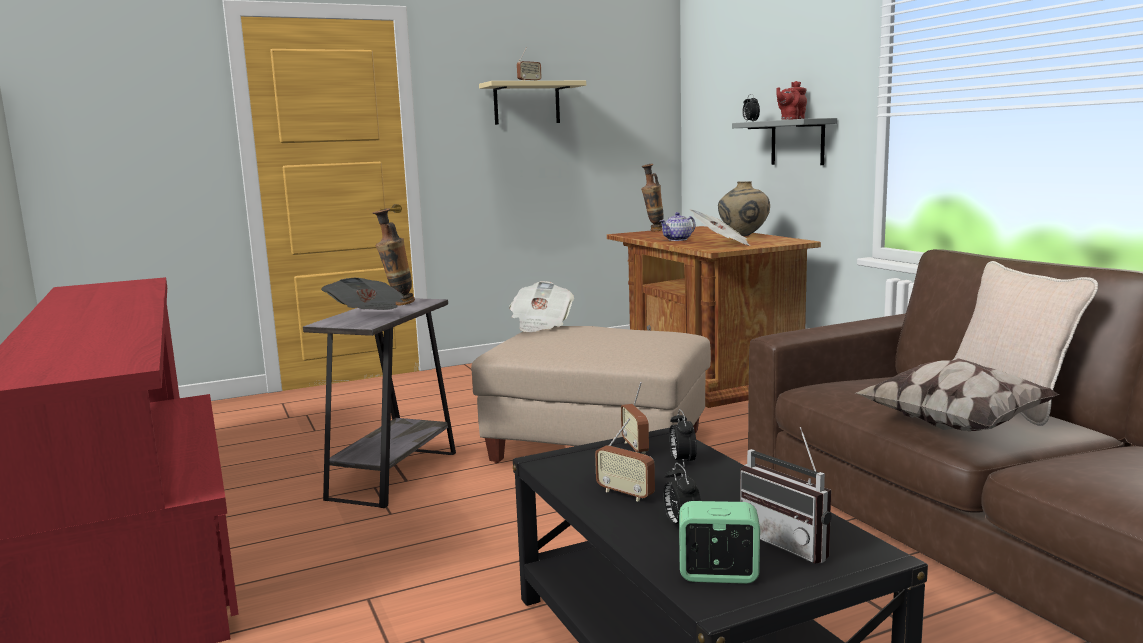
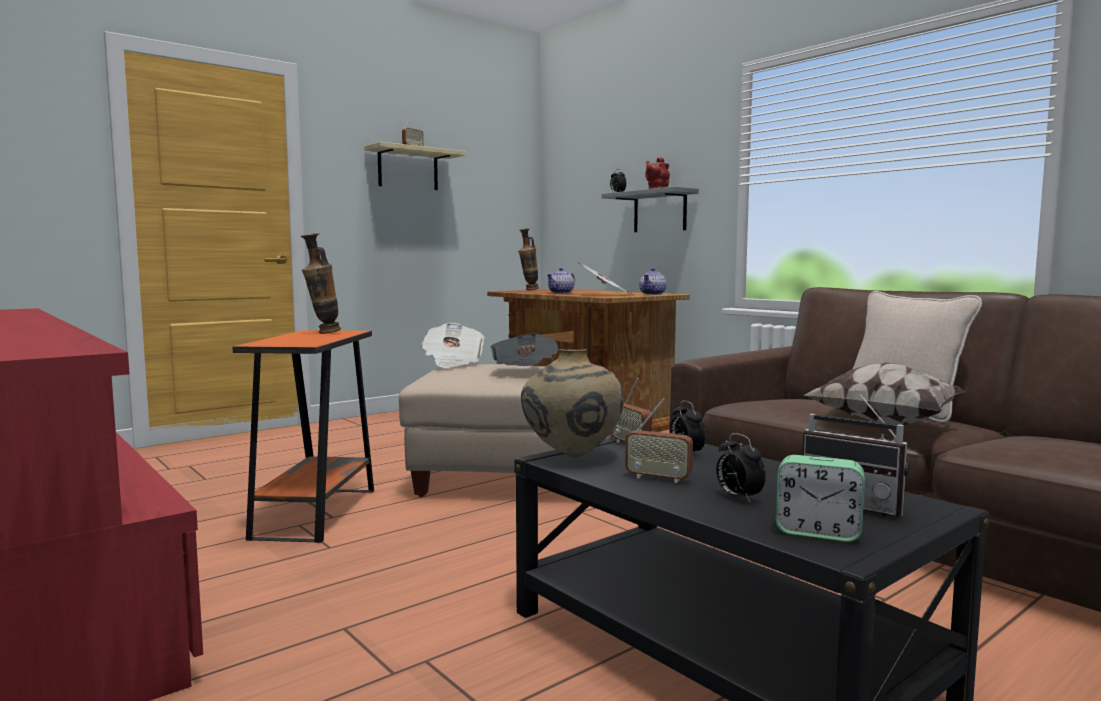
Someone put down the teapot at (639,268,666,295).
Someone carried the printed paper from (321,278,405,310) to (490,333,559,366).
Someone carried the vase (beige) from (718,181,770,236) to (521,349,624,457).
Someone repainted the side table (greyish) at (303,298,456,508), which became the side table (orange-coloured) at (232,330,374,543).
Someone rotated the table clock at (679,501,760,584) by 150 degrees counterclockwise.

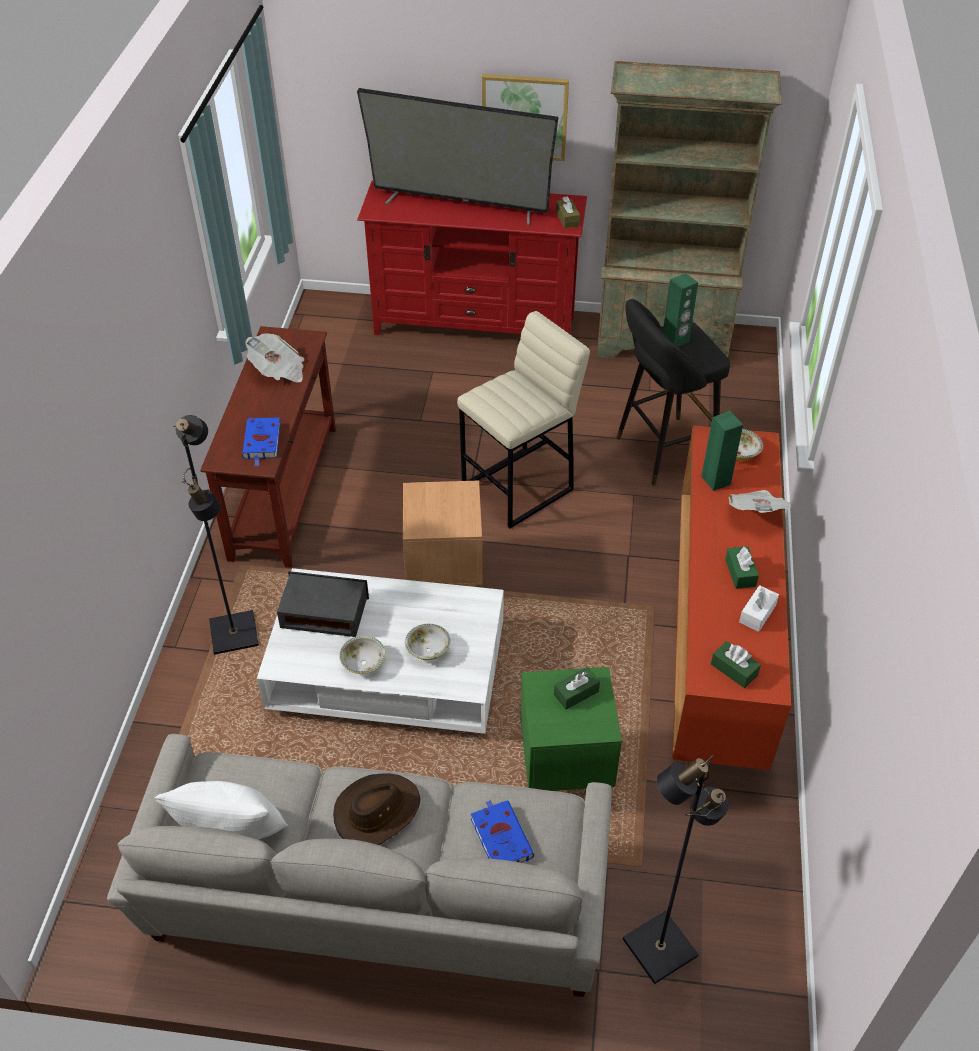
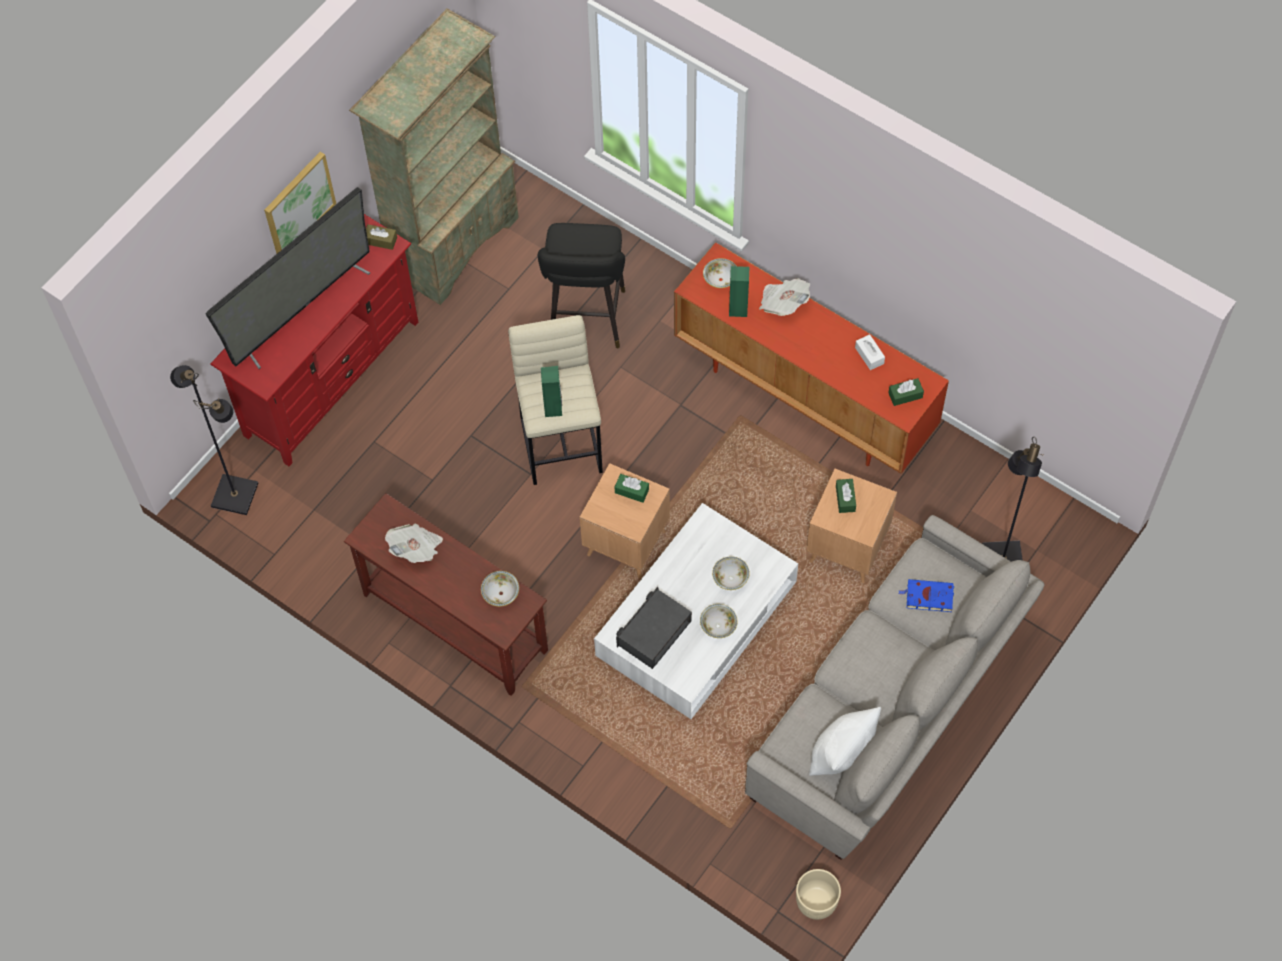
Someone took away the clothing hat (brown) at (333,773,420,845).
Someone put down the flower pot (beige) at (796,869,841,920).
Someone carried the standing lamp (black) from (173,415,259,655) to (170,365,258,515).
Someone carried the audio speaker (green) from (663,273,698,346) to (541,366,562,417).
Someone carried the box of tissues (green) from (725,546,759,589) to (615,474,649,503).
Someone swapped the bound book (blue) at (242,417,281,466) for the serving bowl at (481,571,519,606).
Someone repainted the side table (green) at (520,667,622,791), which became the side table (brown) at (807,469,897,583).

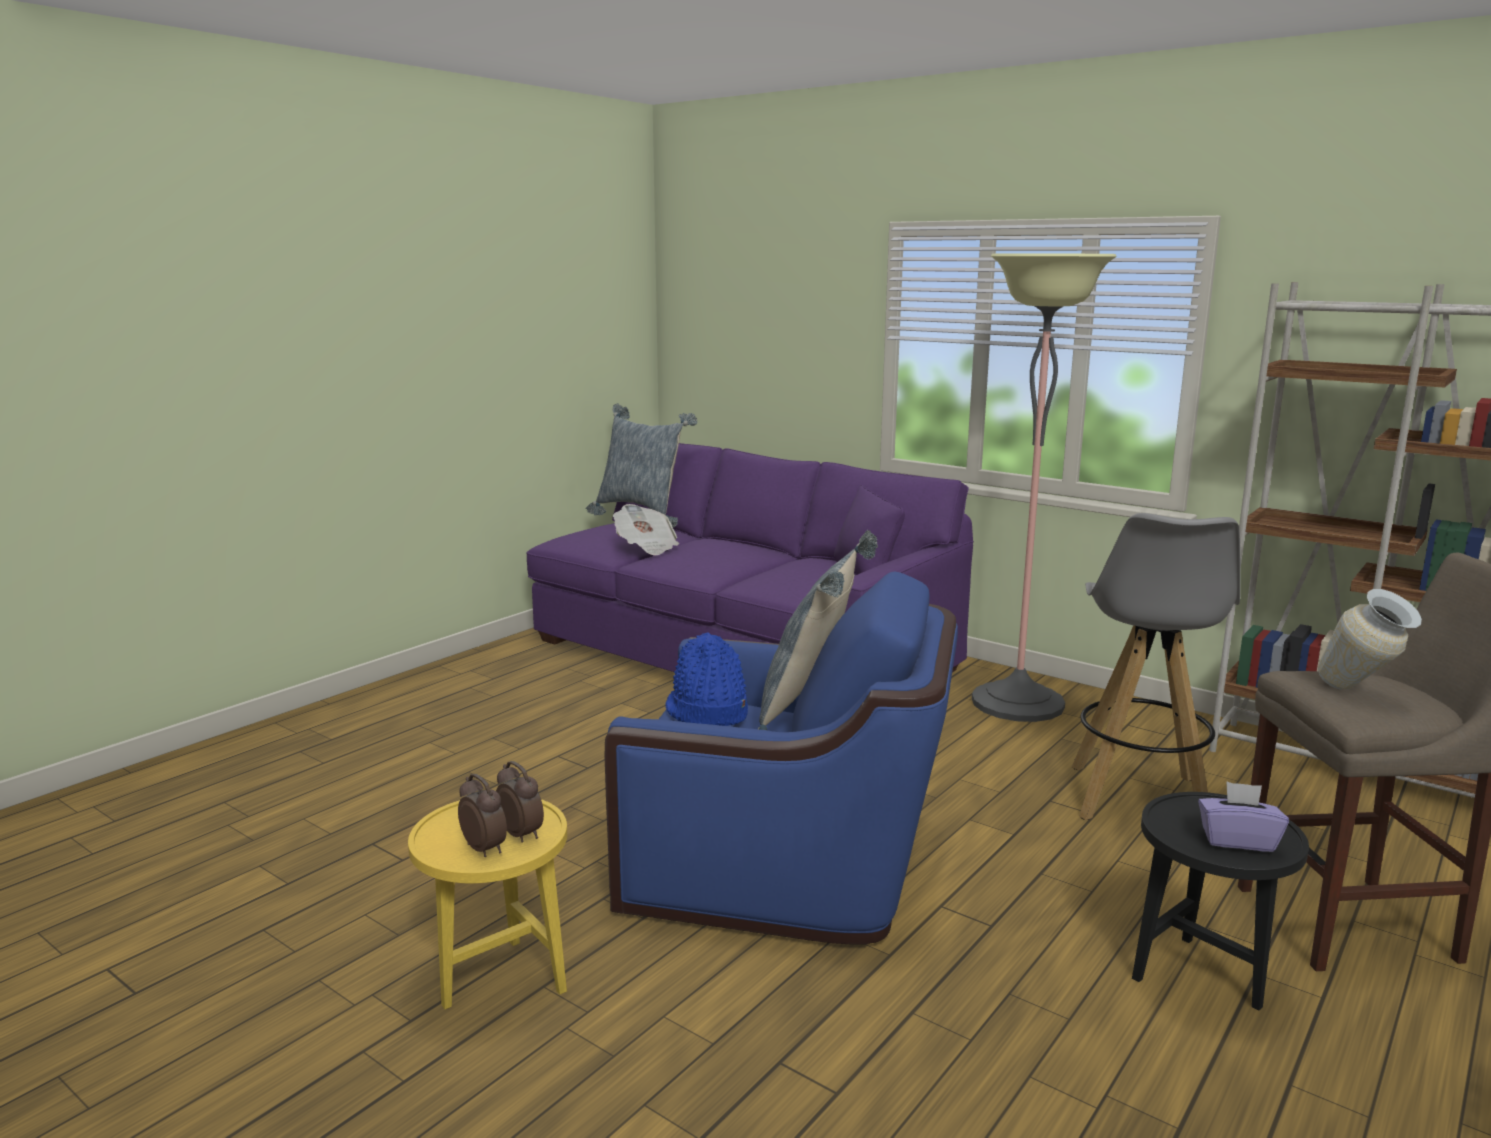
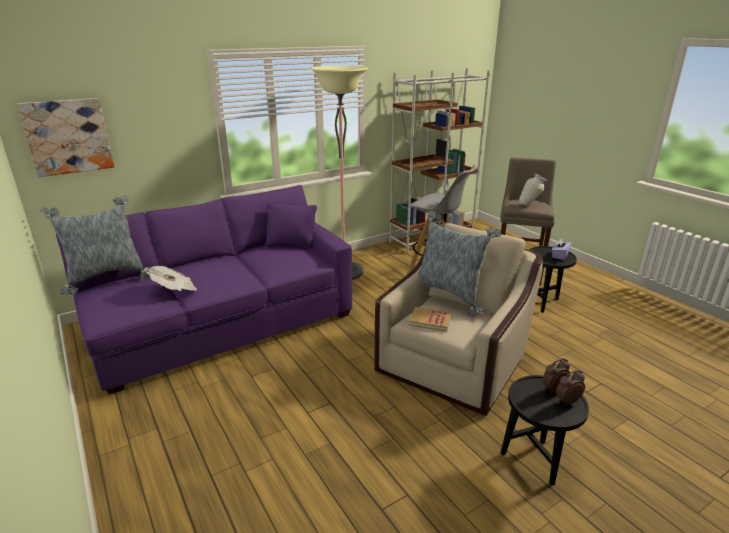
Someone put up the wall picture at (17,98,114,177).
Someone swapped the clothing hat (blue) at (665,633,748,726) for the bound book at (409,307,452,332).
Someone repainted the side table (yellowish) at (408,799,567,1009), which became the side table (black) at (501,375,589,486).
Someone repainted the armchair (blue) at (605,572,958,945), which became the armchair (beige) at (374,223,543,416).

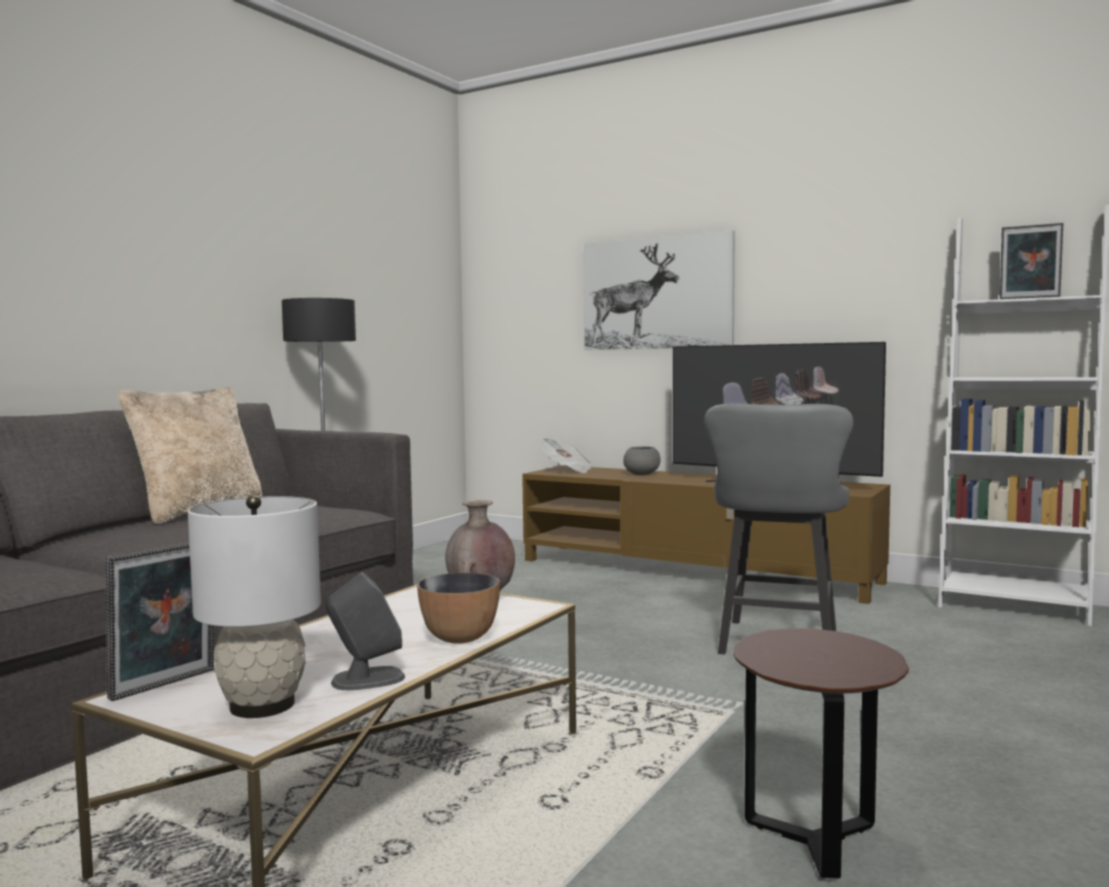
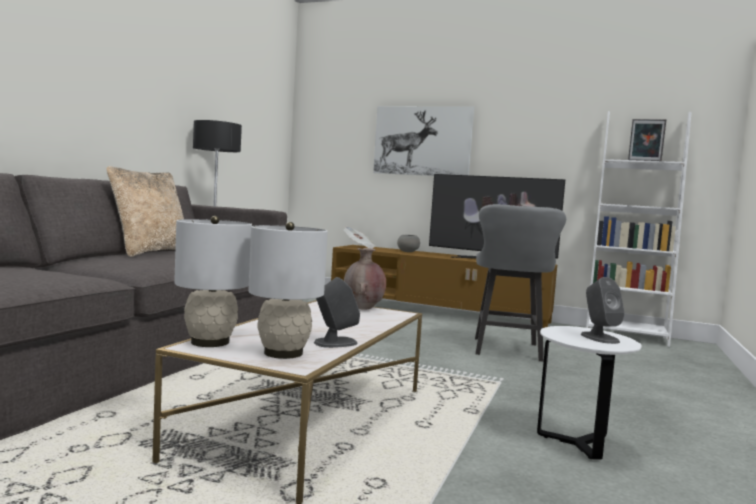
Someone took away the serving bowl at (417,573,500,644).
Someone put down the audio speaker (greyish) at (581,277,625,344).
Someone swapped the photo frame at (105,542,214,701) for the lamp for a table (whitish) at (174,216,252,347).
Someone repainted the side table (brown) at (733,628,909,879), which became the side table (whitish) at (537,326,642,460).

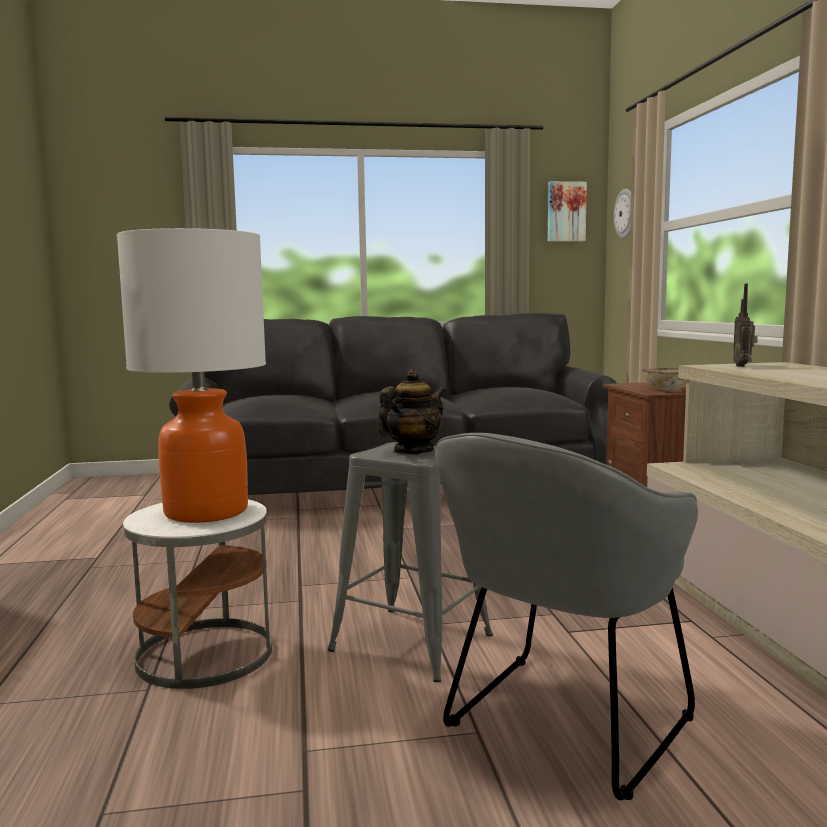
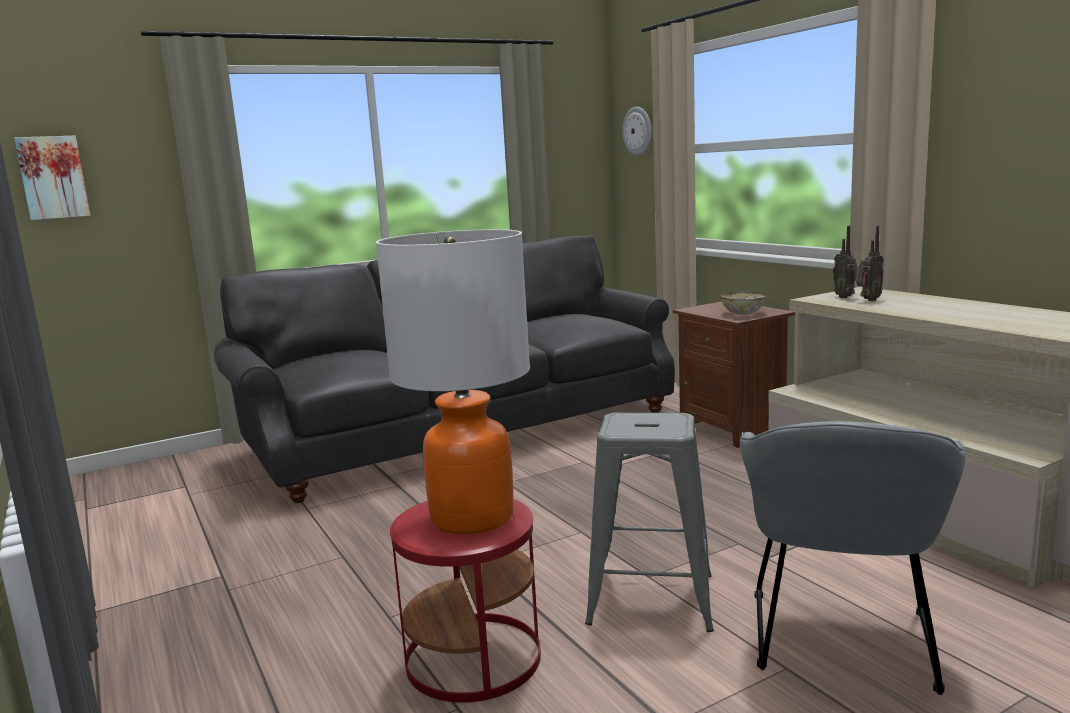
Someone took away the teapot at (377,369,446,454).
Someone put down the radio receiver at (856,226,884,301).
Someone carried the wall picture from (548,181,587,241) to (14,136,90,220).
Someone repainted the side table (whitish) at (123,500,272,689), which became the side table (red-coloured) at (390,499,541,703).

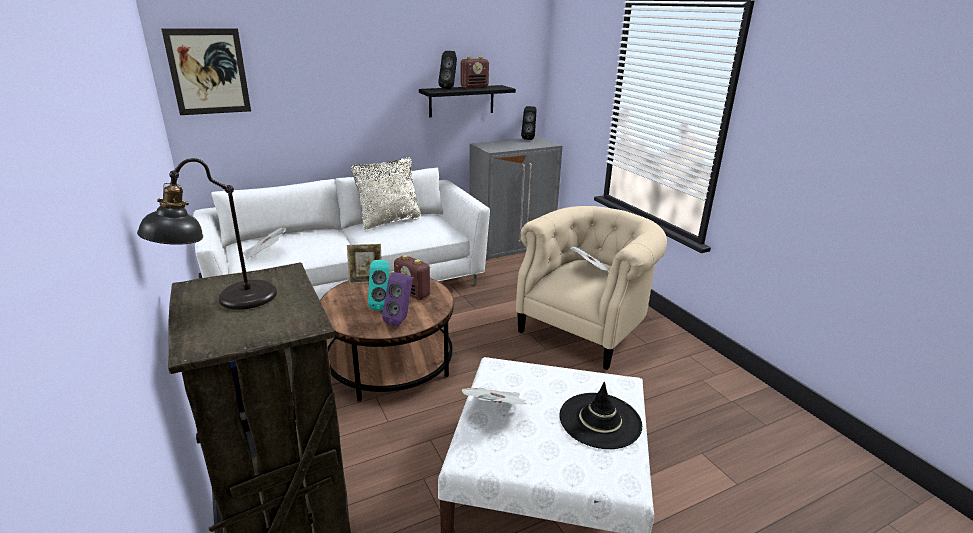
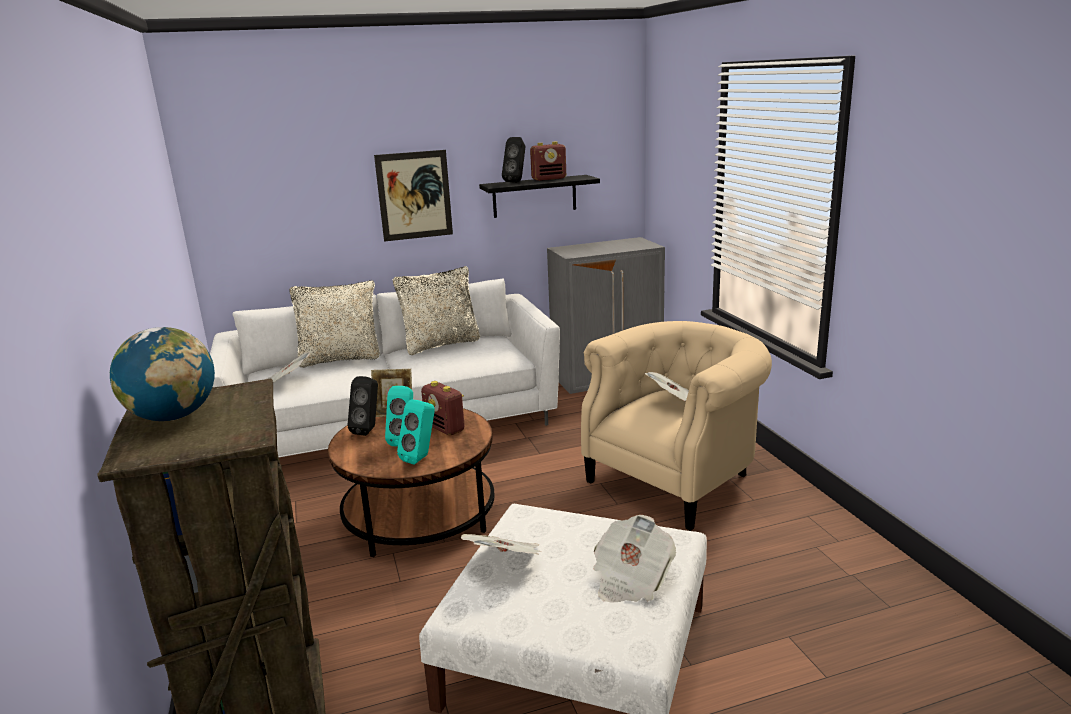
Someone put down the cushion (beige) at (289,280,380,368).
Someone carried the wall picture from (161,28,251,115) to (374,150,453,242).
Someone carried the audio speaker (black) from (521,106,537,140) to (348,376,378,436).
Someone swapped the lamp for a table (greyish) at (137,158,277,310) for the desk globe at (110,327,215,421).
Someone swapped the clothing hat (black) at (559,382,642,449) for the printed paper at (593,515,676,603).
Someone repainted the audio speaker (purple-coloured) at (382,272,413,326), which became the audio speaker (blue-green) at (397,399,435,465).

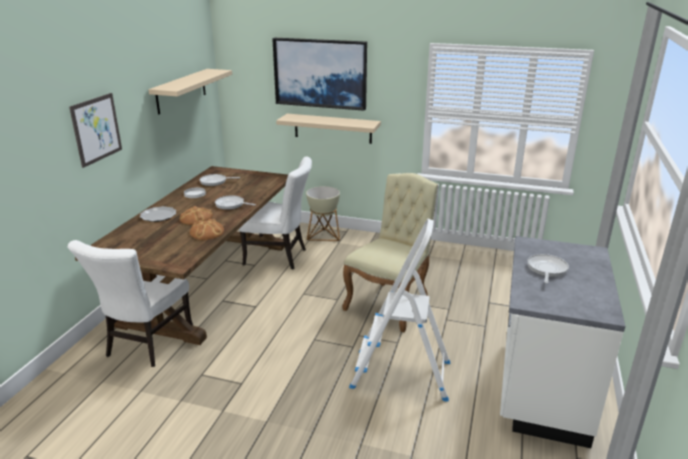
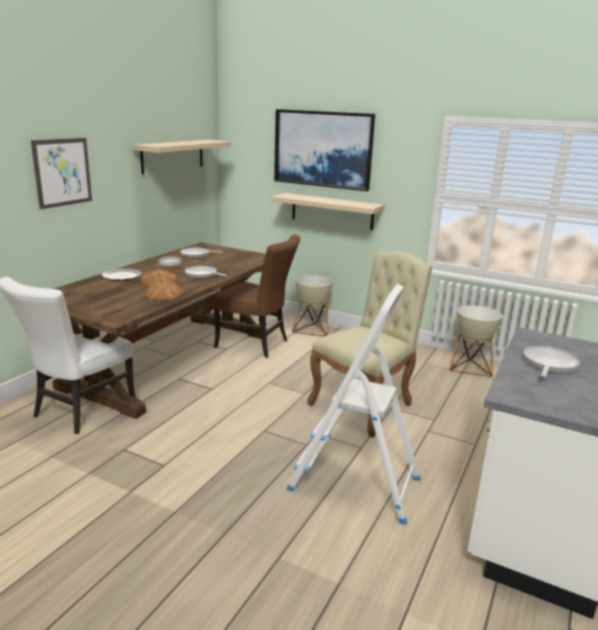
Someone put down the flower pot at (450,305,502,377).
Someone repainted the plain chair (whitish) at (239,157,312,269), which became the plain chair (brown) at (213,234,301,358).

